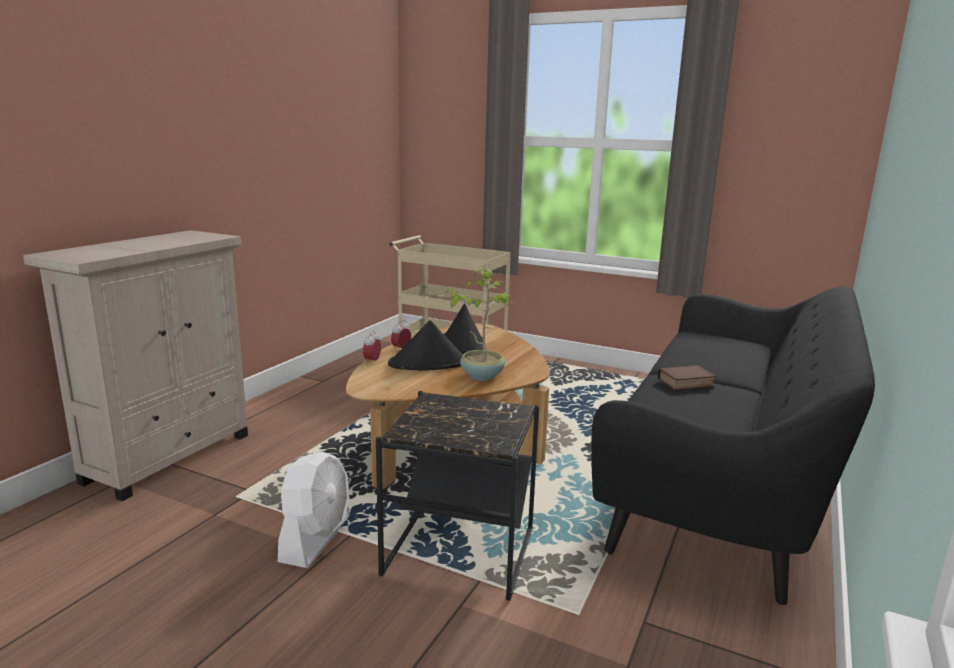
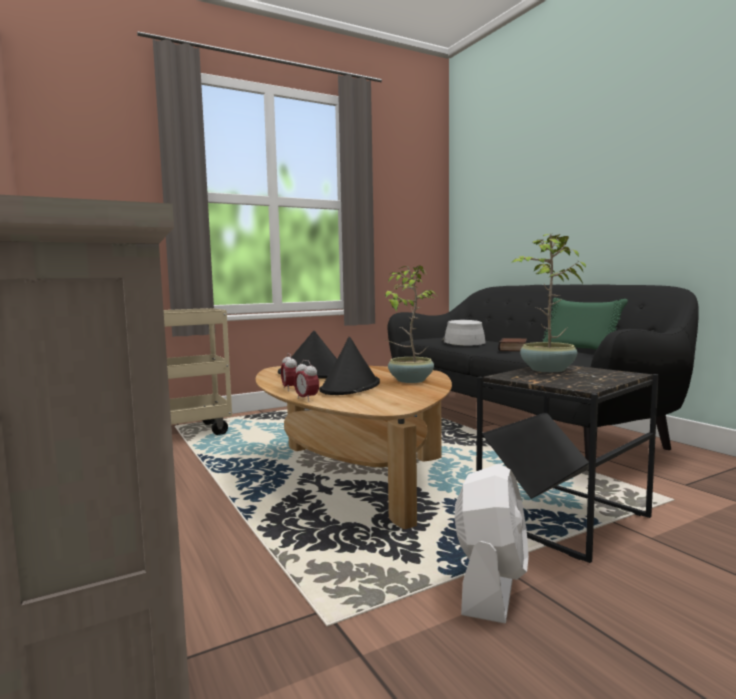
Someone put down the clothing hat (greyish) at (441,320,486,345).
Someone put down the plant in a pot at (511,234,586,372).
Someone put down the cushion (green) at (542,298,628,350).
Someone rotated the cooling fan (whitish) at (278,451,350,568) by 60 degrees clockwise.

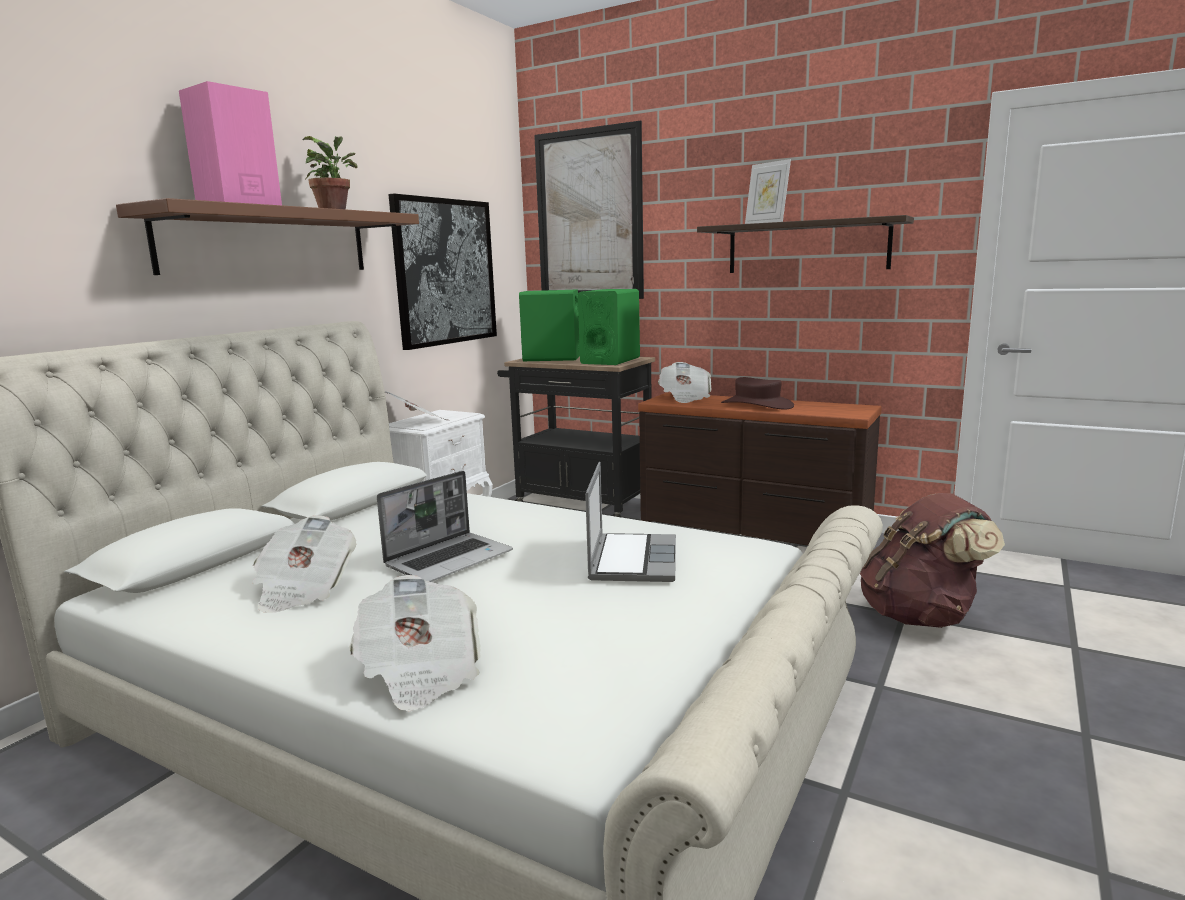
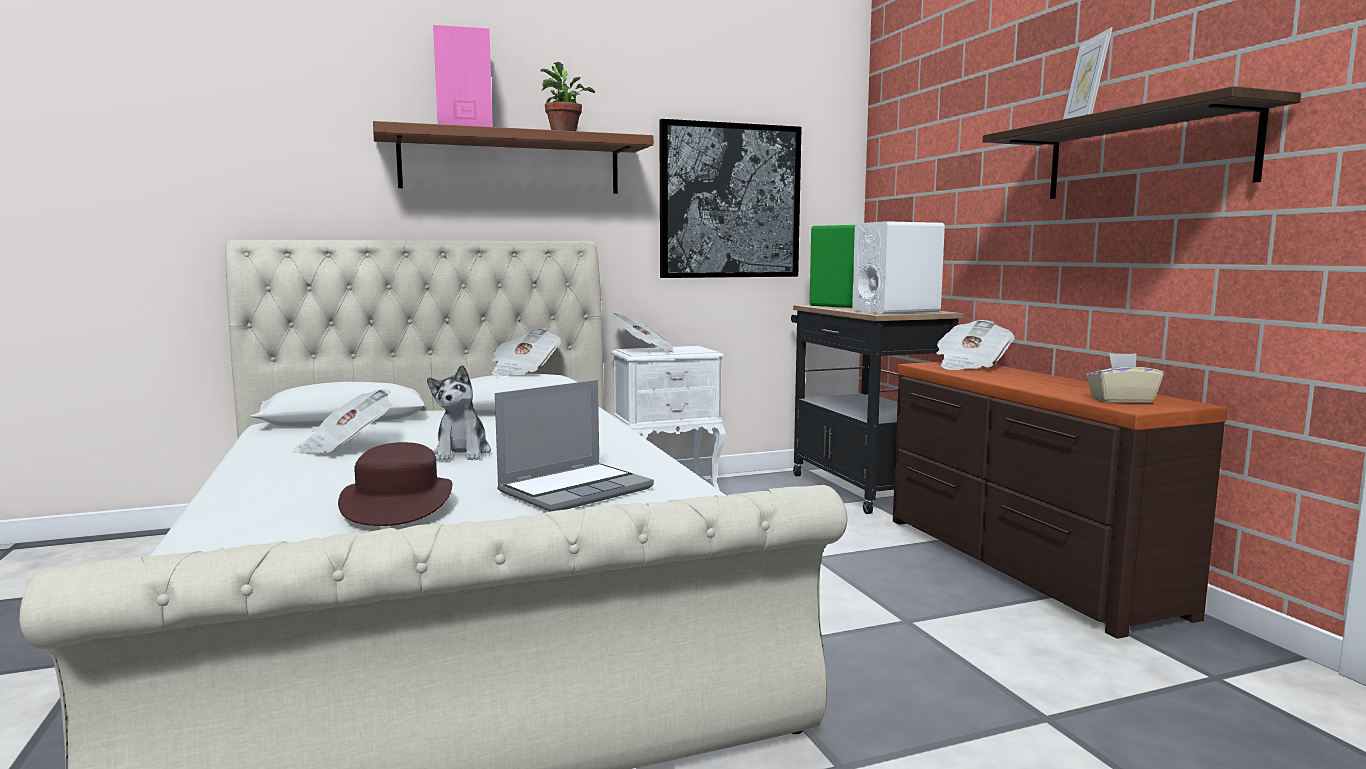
Someone took away the wall picture at (534,121,644,299).
Someone took away the backpack (brown) at (860,493,1005,628).
Someone put down the box of tissues (beige) at (1086,353,1163,403).
Someone carried the printed paper from (349,575,481,712) to (491,328,561,376).
Someone carried the clothing hat (brown) from (721,377,794,410) to (338,442,452,526).
Someone swapped the laptop at (377,471,513,582) for the plush toy at (427,365,491,461).
Someone repainted the audio speaker (green) at (578,289,640,365), which became the audio speaker (whitish) at (852,221,945,314).

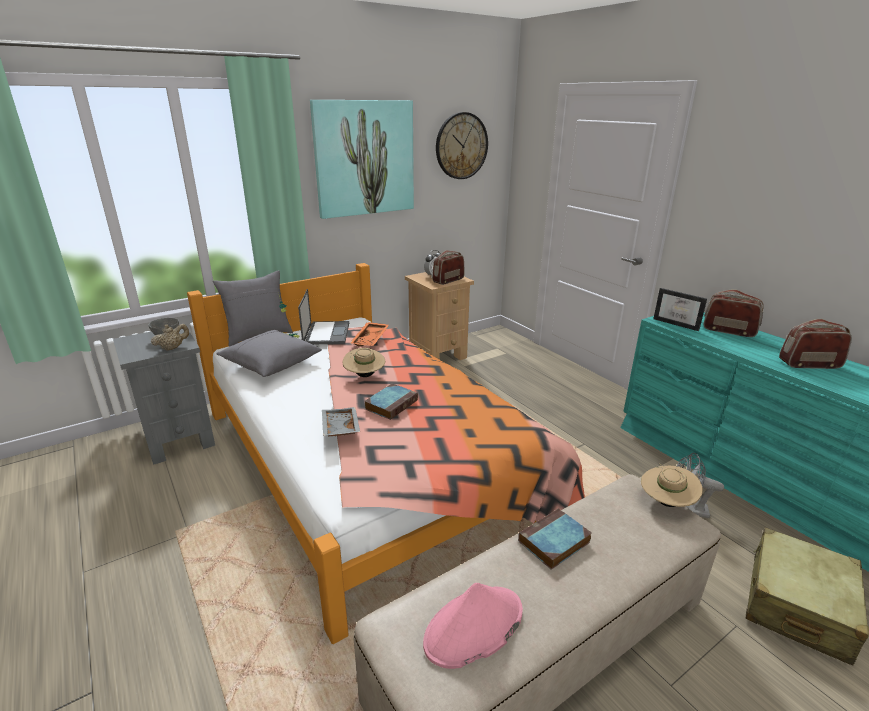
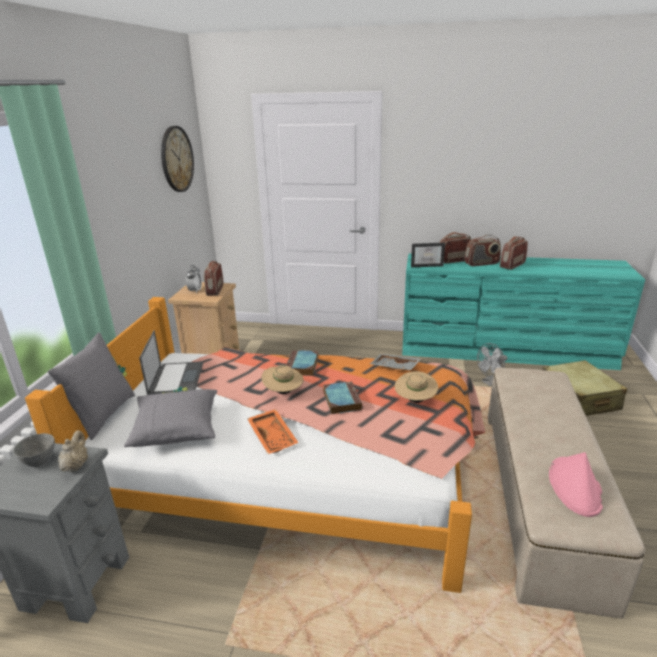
Someone took away the wall picture at (310,100,414,219).
Someone put down the radio receiver at (464,235,501,266).
Someone carried the tray (greyish) from (322,407,360,436) to (370,353,421,371).
Someone carried the tray (orange-coloured) from (350,322,389,347) to (247,409,299,454).
Someone carried the bound book from (518,508,592,570) to (286,350,319,376).
Someone carried the clothing hat (beige) from (641,463,703,507) to (395,371,438,403).
Someone rotated the laptop at (298,289,349,344) by 45 degrees clockwise.

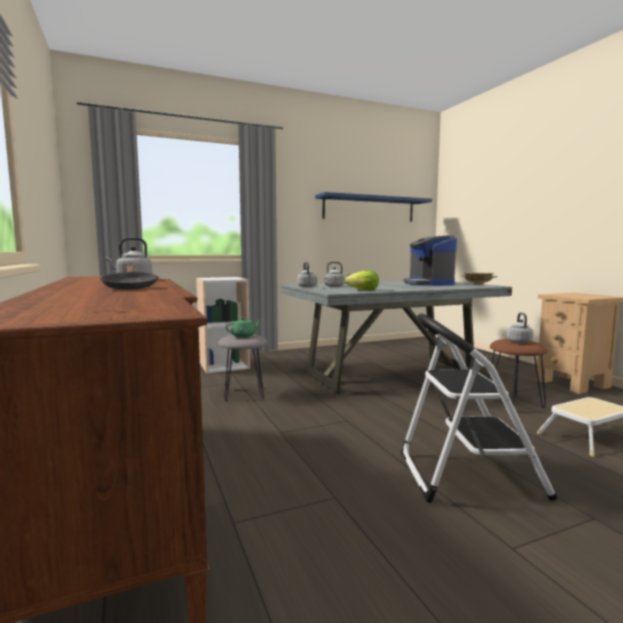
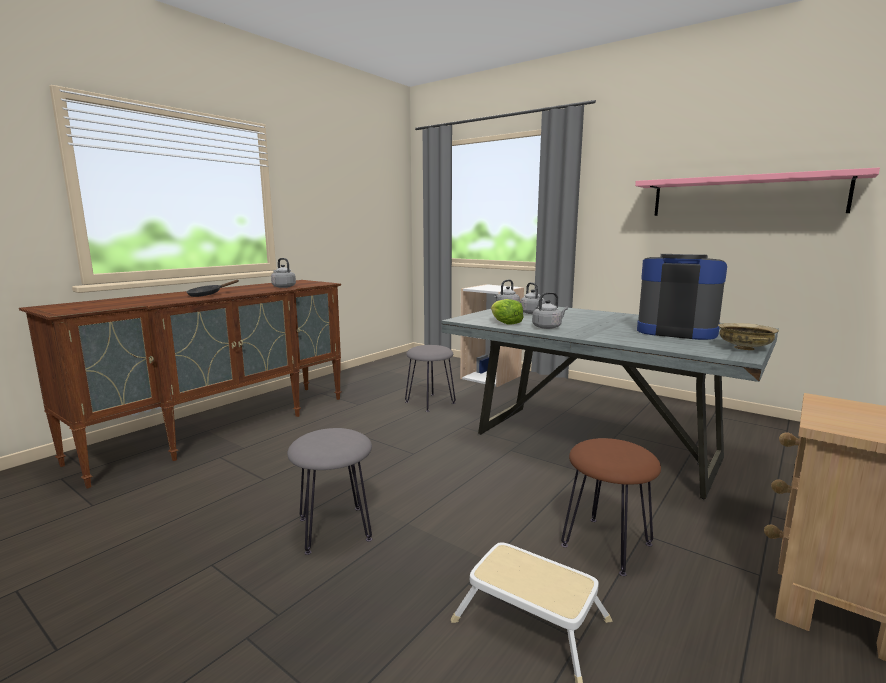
Someone took away the teapot (green) at (225,317,262,337).
Someone carried the kettle (greyish) from (507,313,533,343) to (532,292,568,329).
Someone swapped the step ladder at (401,314,558,503) for the stool (greyish) at (287,428,372,555).
Someone repainted the shelf (blue) at (315,192,432,222), which became the shelf (pink-coloured) at (635,168,880,216).
Someone rotated the coffee brewer at (403,235,457,286) by 75 degrees clockwise.

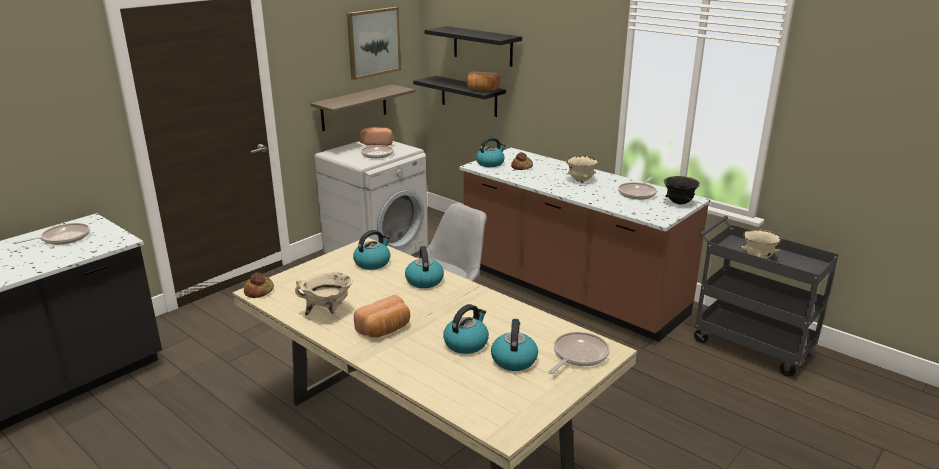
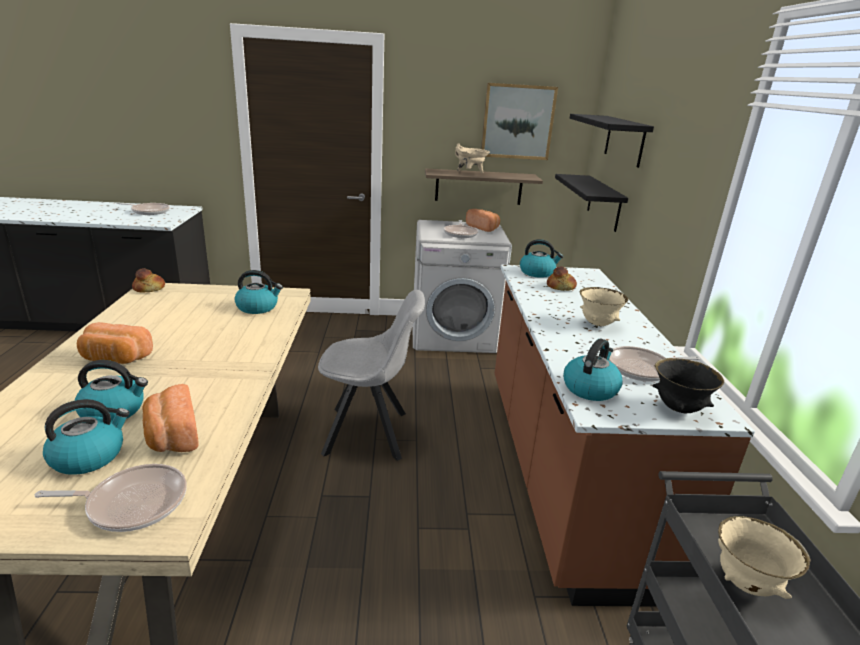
Someone carried the stockpot (beige) from (295,272,353,316) to (455,143,490,173).
Someone carried the kettle from (405,246,444,288) to (563,338,623,401).
Someone carried the bread from (467,72,500,90) to (142,384,199,452).

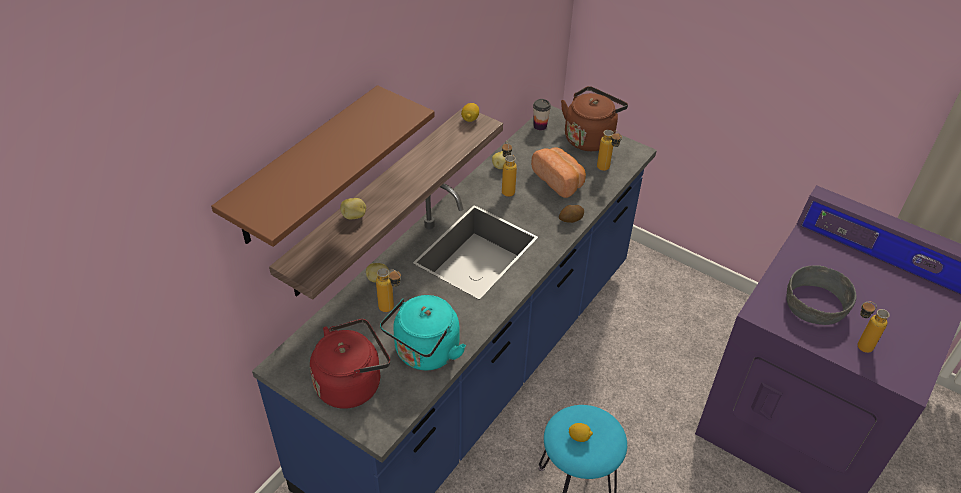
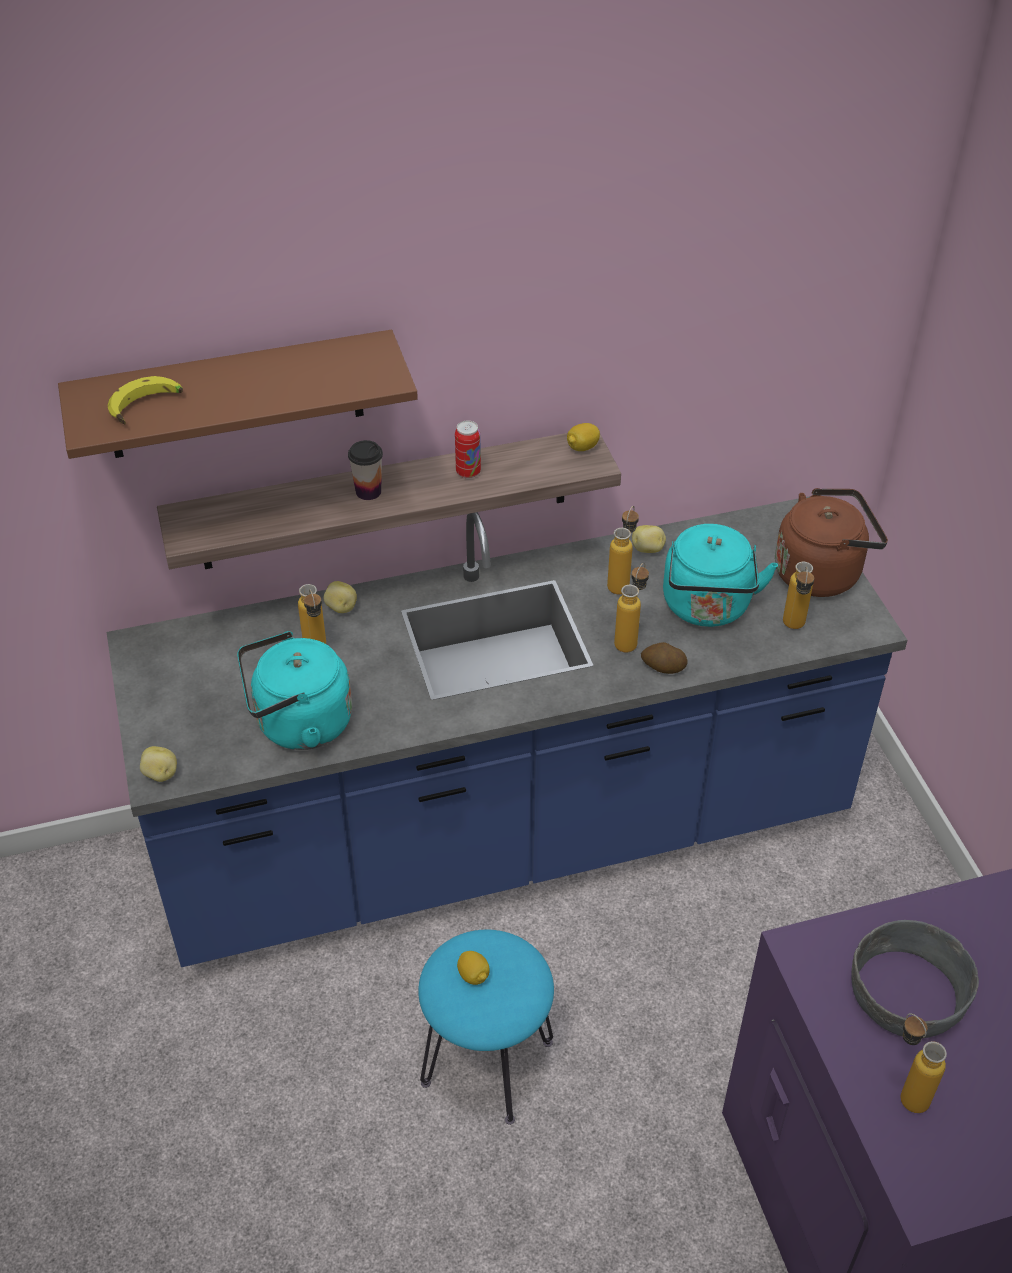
Someone took away the kettle (red-coloured) at (310,319,390,409).
Someone put down the whole banana at (107,376,183,424).
Someone put down the sealed can at (455,421,481,479).
Someone put down the drink bottle at (614,563,649,653).
Someone carried the potato from (340,198,366,219) to (140,746,177,782).
Someone carried the cup from (533,99,551,131) to (348,440,383,500).
Someone swapped the bread at (531,148,586,198) for the kettle (blue-green) at (663,524,778,627).

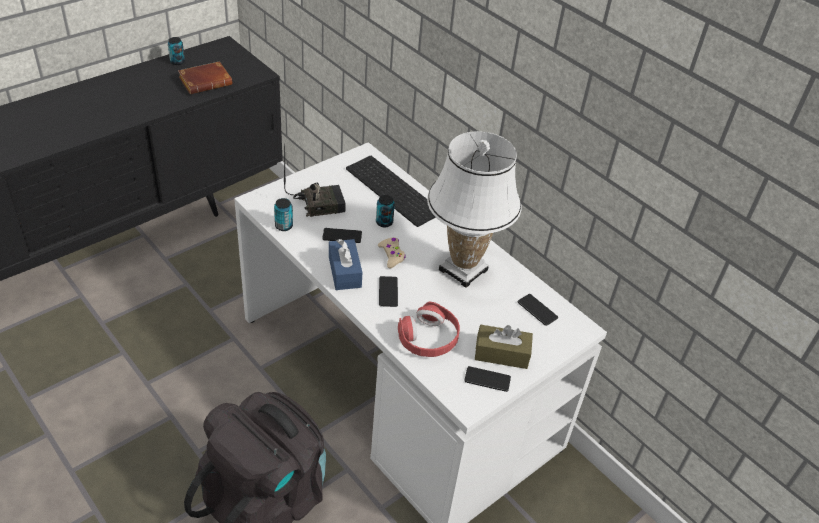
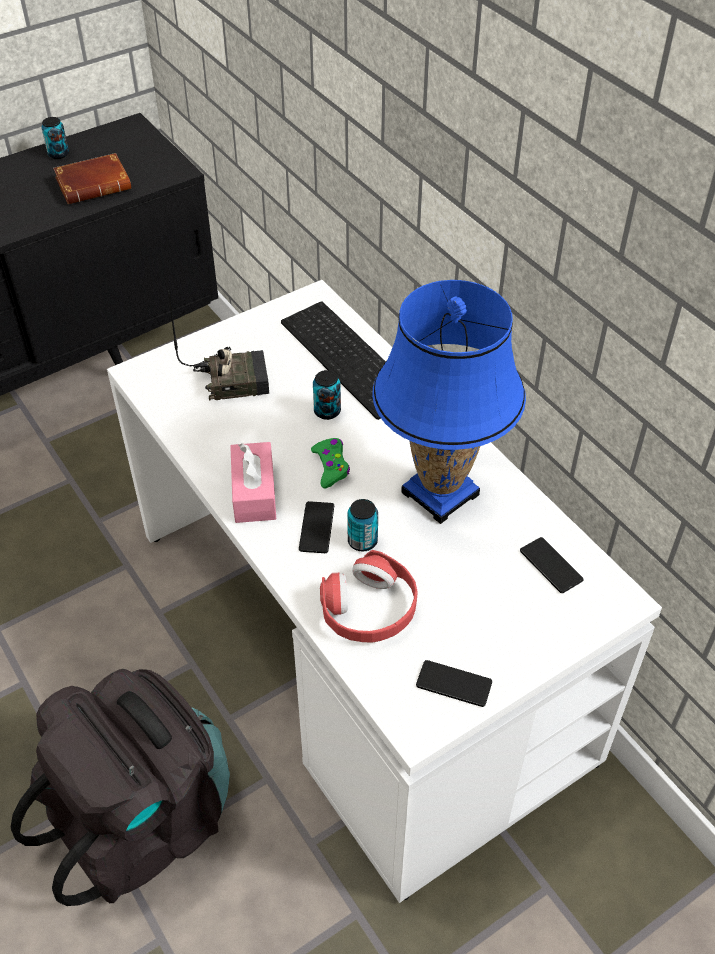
Someone took away the phone at (322,228,362,243).
Someone took away the box of tissues (brown) at (475,325,533,369).
Someone carried the sealed can from (274,198,293,231) to (347,499,378,551).
Someone repainted the box of tissues (blue) at (329,239,362,290), which became the box of tissues (pink-coloured) at (230,442,276,523).
Someone repainted the game controller (beige) at (378,237,406,268), which became the game controller (green) at (311,438,350,489).
Someone repainted the lamp for a table (whitish) at (427,131,522,288), which became the lamp for a table (blue) at (372,280,526,524).

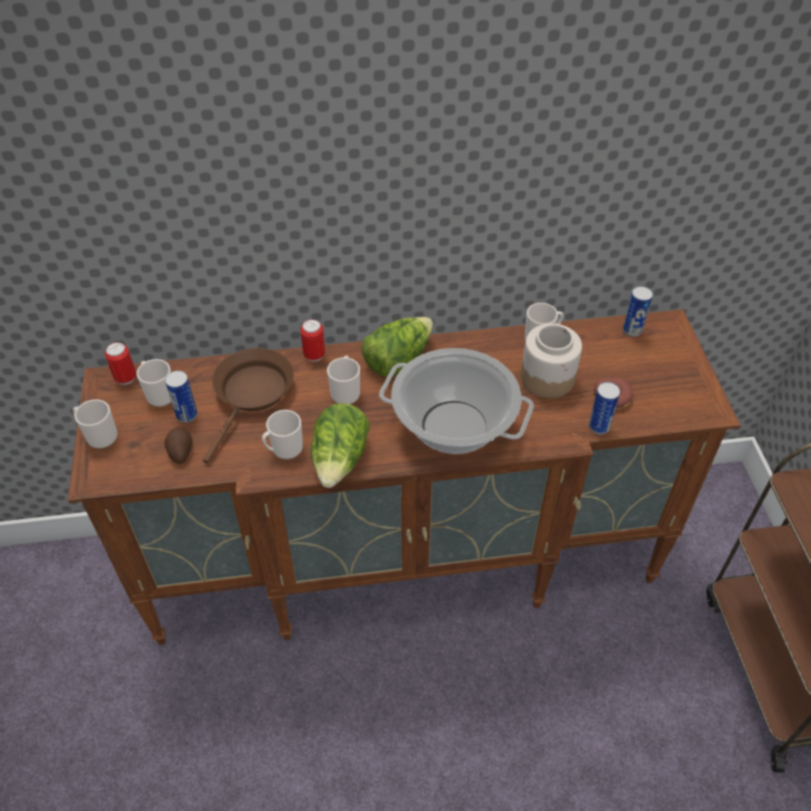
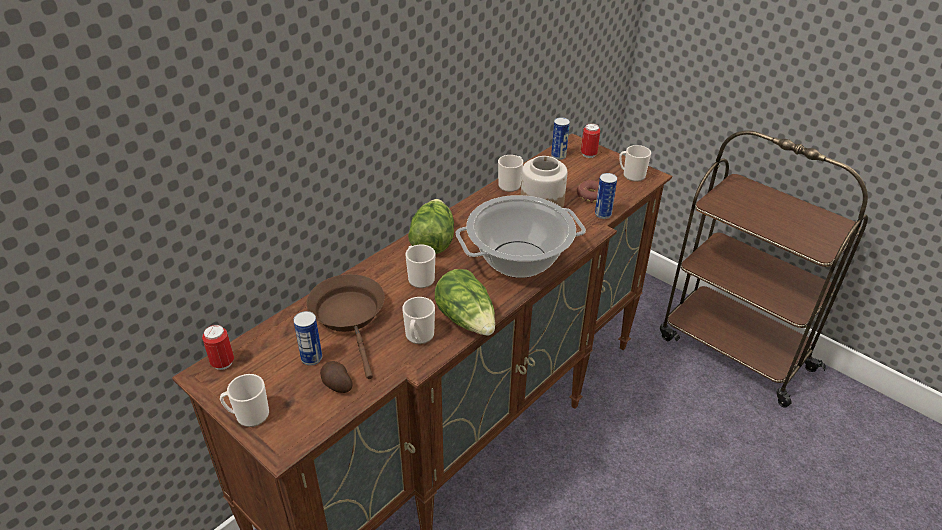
Someone carried the mug from (137,359,171,407) to (619,145,651,182).
Someone carried the sealed can from (300,319,325,361) to (581,123,600,158).

